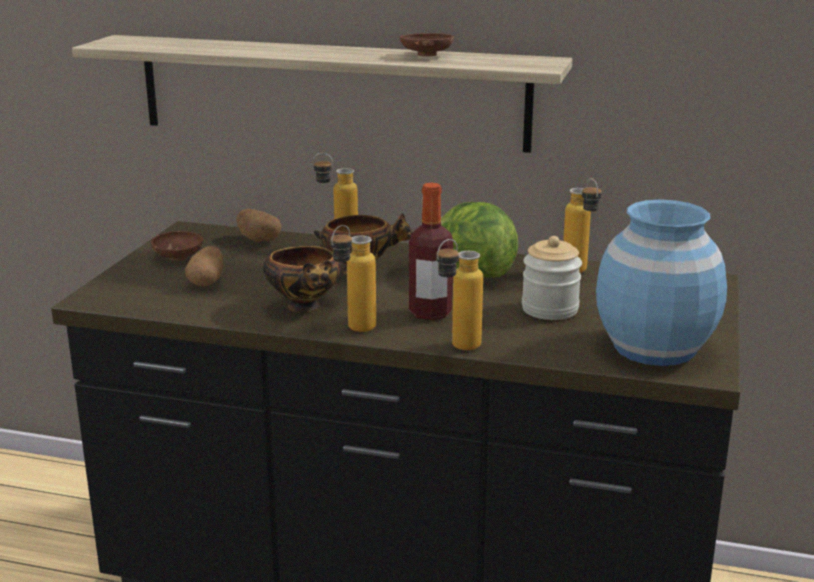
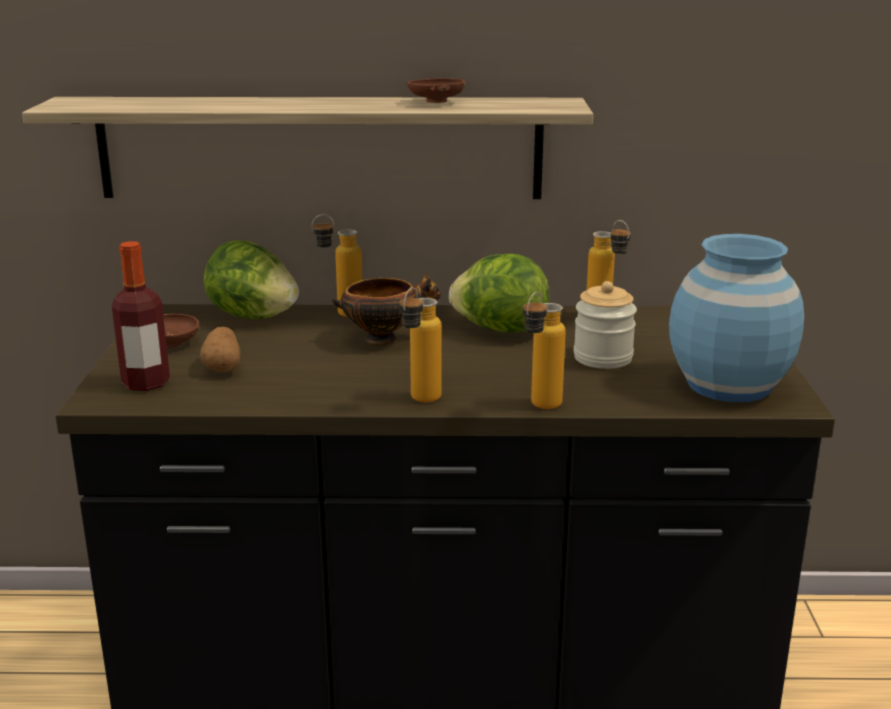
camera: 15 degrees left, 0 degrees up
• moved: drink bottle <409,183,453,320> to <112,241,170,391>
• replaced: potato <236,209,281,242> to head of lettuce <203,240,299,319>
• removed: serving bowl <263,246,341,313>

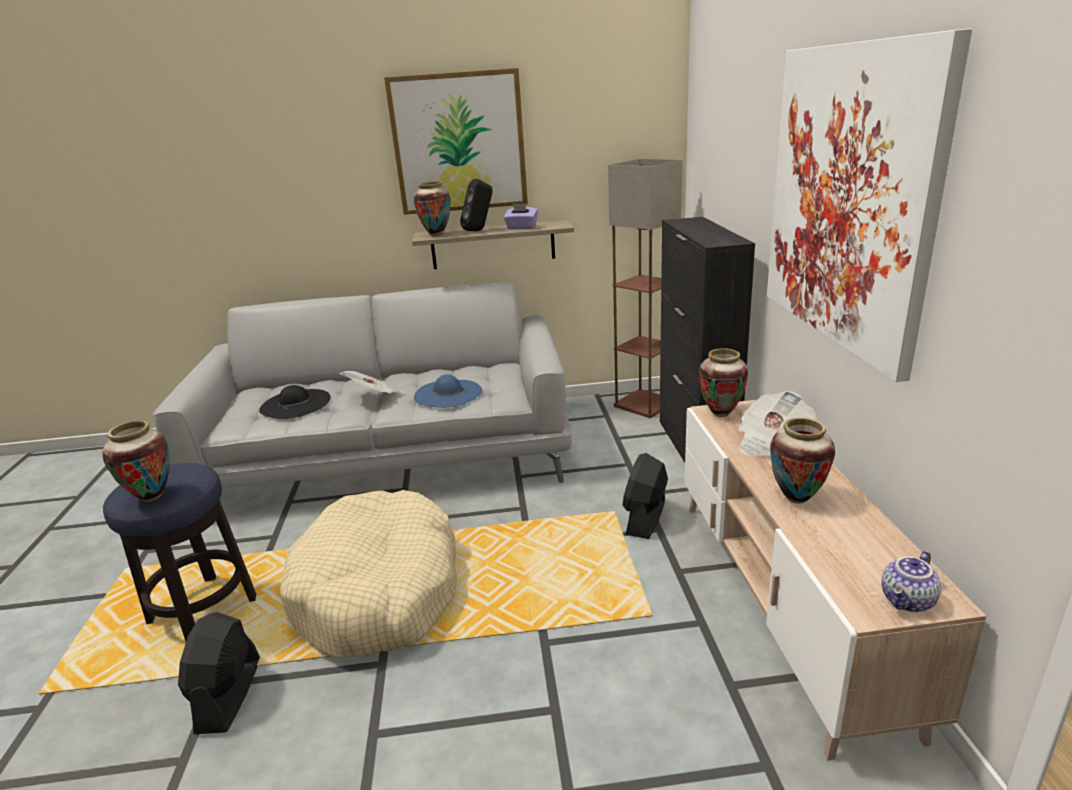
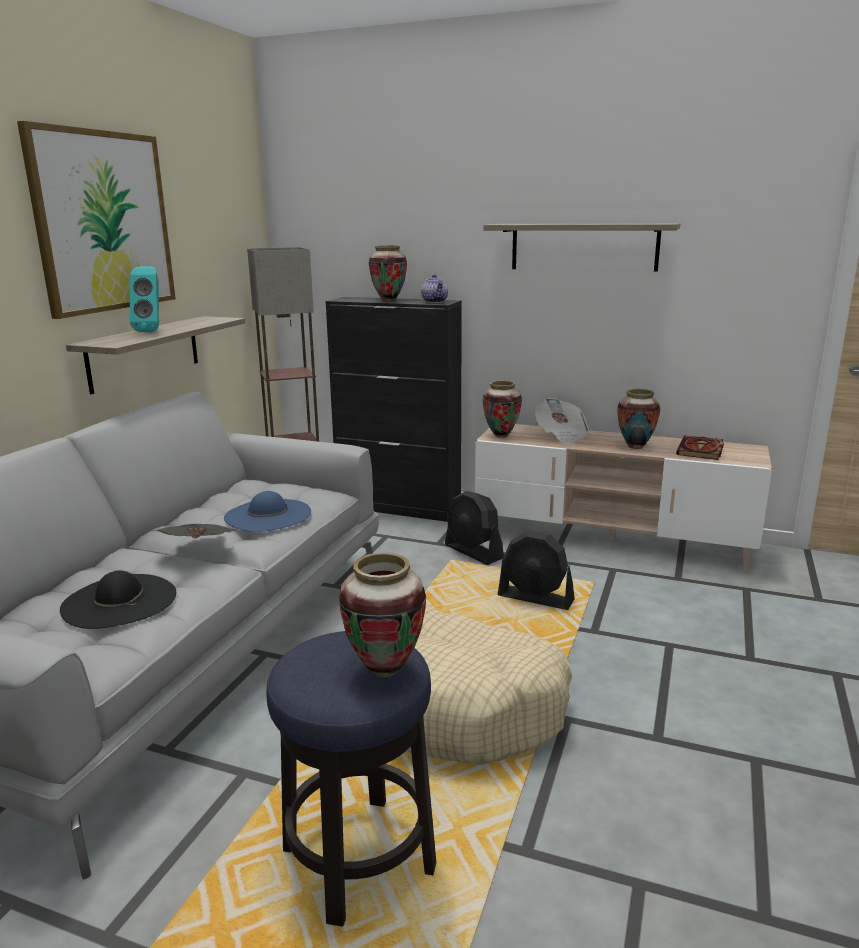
camera: 65 degrees left, 5 degrees down
• replaced: picture <767,29,972,382> to shelf <484,223,680,272>
• recoloured: black loudspeaker <460,179,493,231> to turquoise-coloured loudspeaker <130,266,159,333>
• moved: flower vase <414,182,450,236> to <369,246,407,301>
• removed: purple tissue holder <504,203,538,229>
• moved: tea pot <881,551,941,612> to <421,274,448,303>
• moved: black cooling fan <178,612,260,734> to <498,532,575,610>
• added: bound book <676,435,724,460>

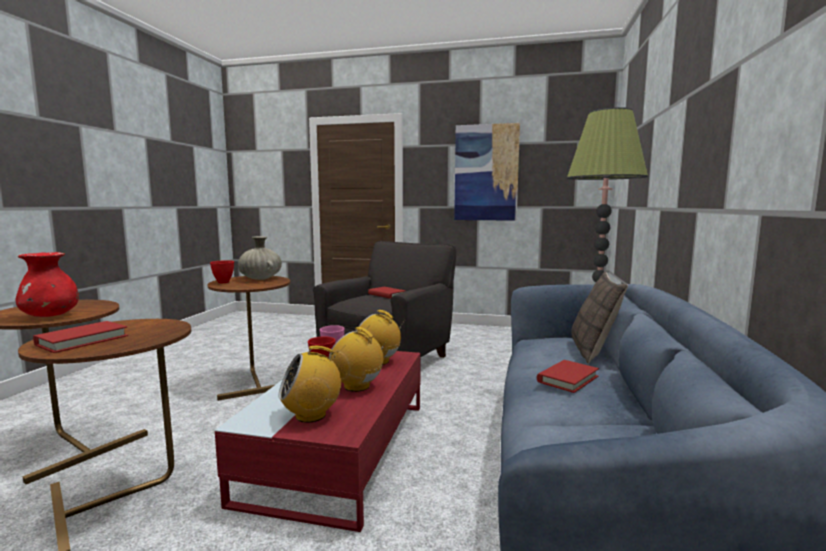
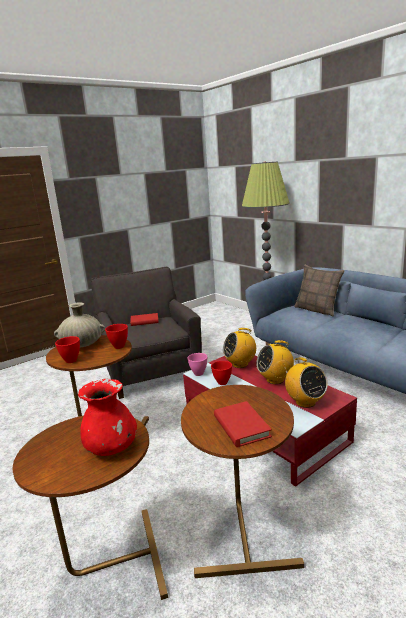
camera: 50 degrees left, 10 degrees up
• removed: picture <454,123,520,221>
• turned: radio receiver <279,346,341,423> = <285,357,328,408> 45 degrees counterclockwise
• removed: red bound book <537,360,599,393>
• added: red serving bowl <105,324,128,349>

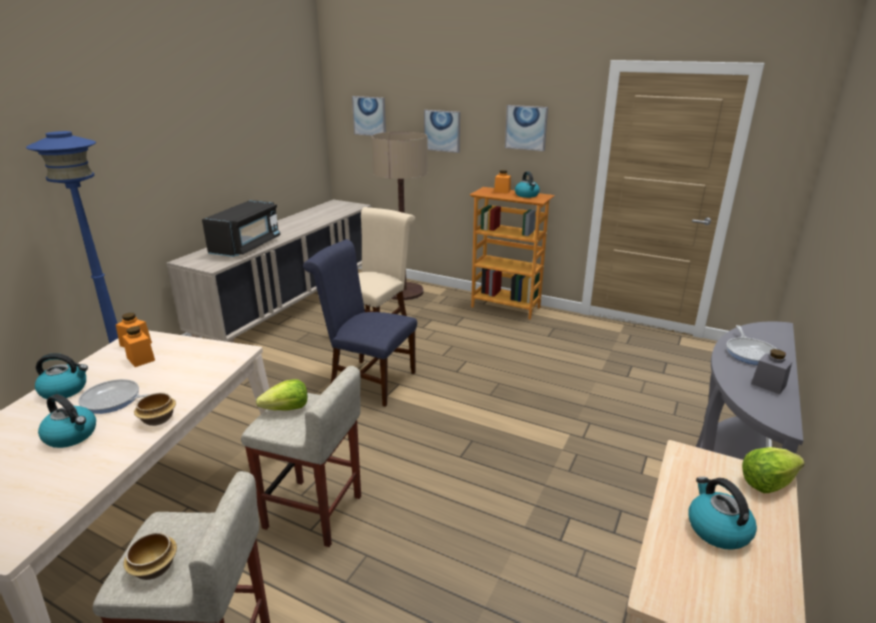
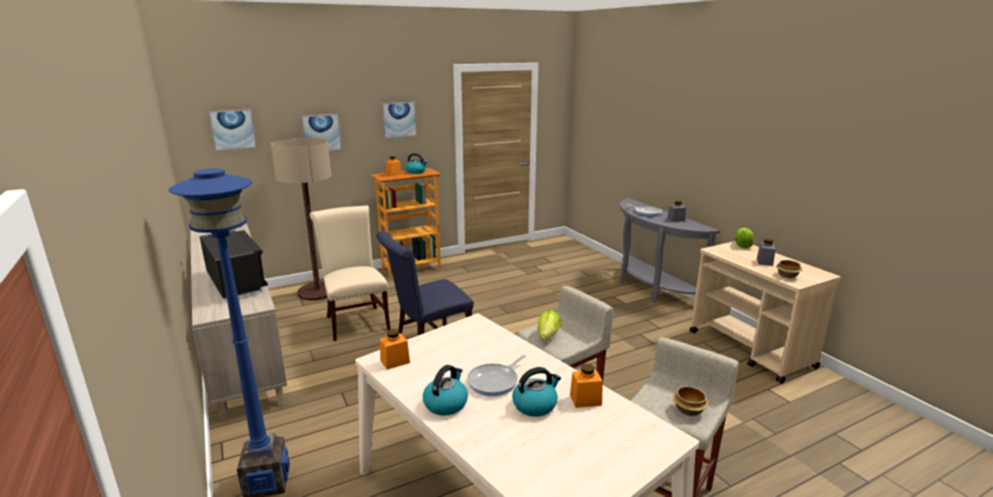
camera: 55 degrees left, 5 degrees down
• moved: orange-coloured preserve jar <122,326,155,367> to <570,364,603,408>
• moved: serving bowl <134,393,176,426> to <776,260,802,279>
• replaced: water kettle <689,477,757,550> to grey preserve jar <757,239,775,266>

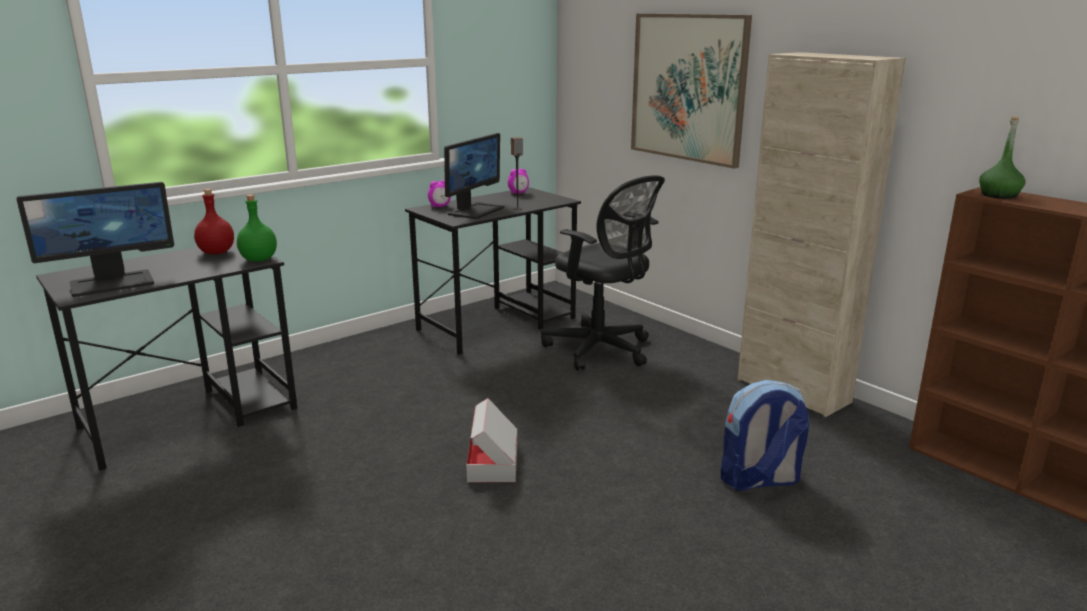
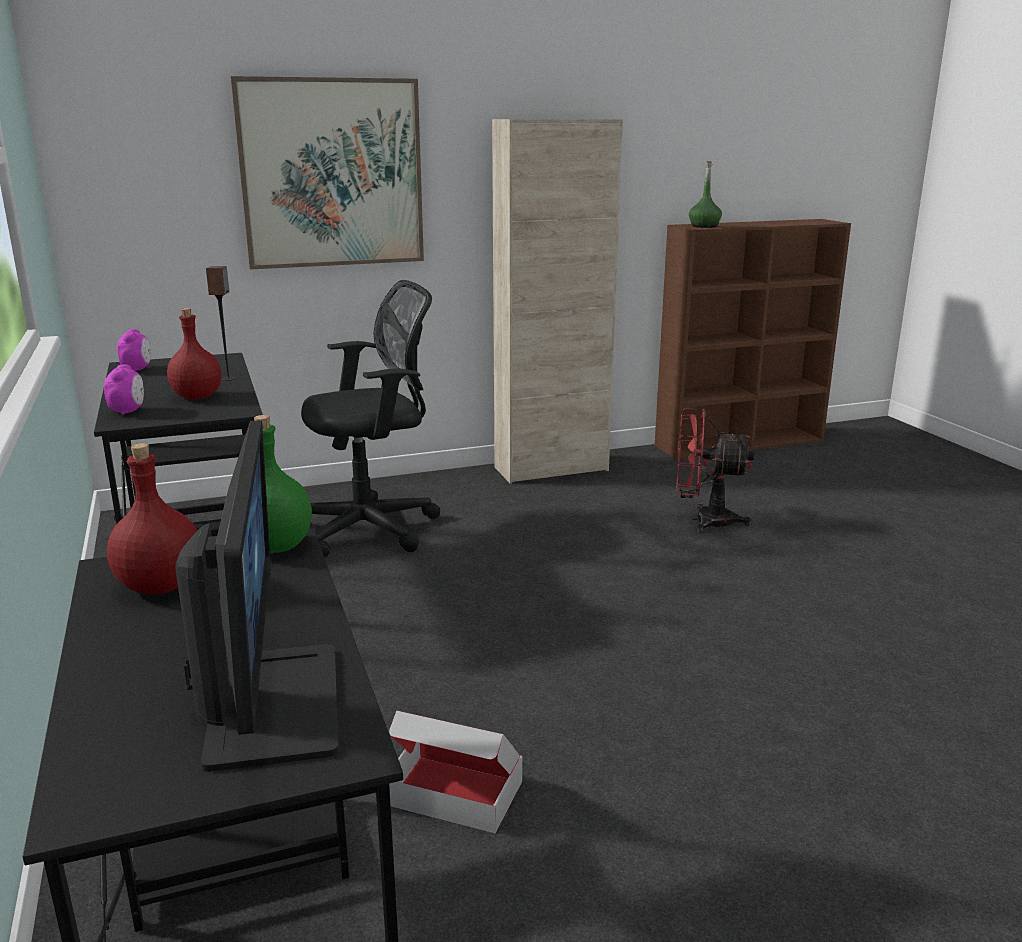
camera: 70 degrees left, 0 degrees up
• replaced: monitor <444,133,505,219> to red drink bottle <167,308,221,399>
• replaced: backpack <721,380,809,491> to red cooling fan <676,408,754,533>
• moved: cardboard box <466,398,517,482> to <389,710,522,834>

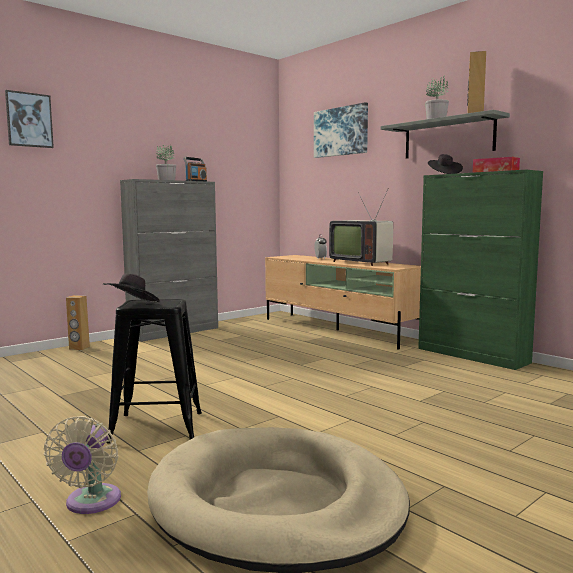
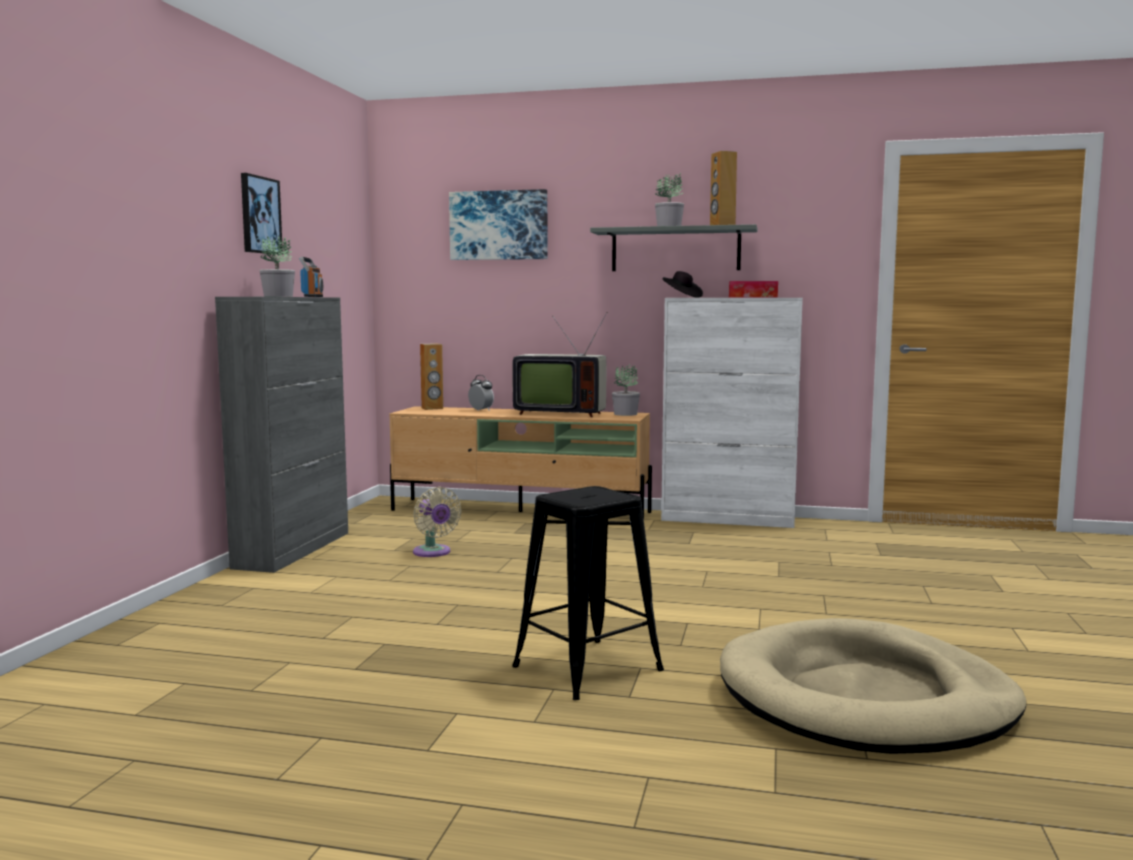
camera: 35 degrees left, 0 degrees up
• moved: picture <5,90,54,148> to <241,173,283,255>
• recoloured: green storage cabinet <418,170,543,370> to whitish storage cabinet <661,298,803,528>
• removed: black clothing hat <103,273,160,303>
• moved: brown loudspeaker <66,295,90,350> to <420,344,443,410>
• moved: beige cooling fan <44,416,121,514> to <413,487,462,557>
• added: potted plant <612,364,640,416>

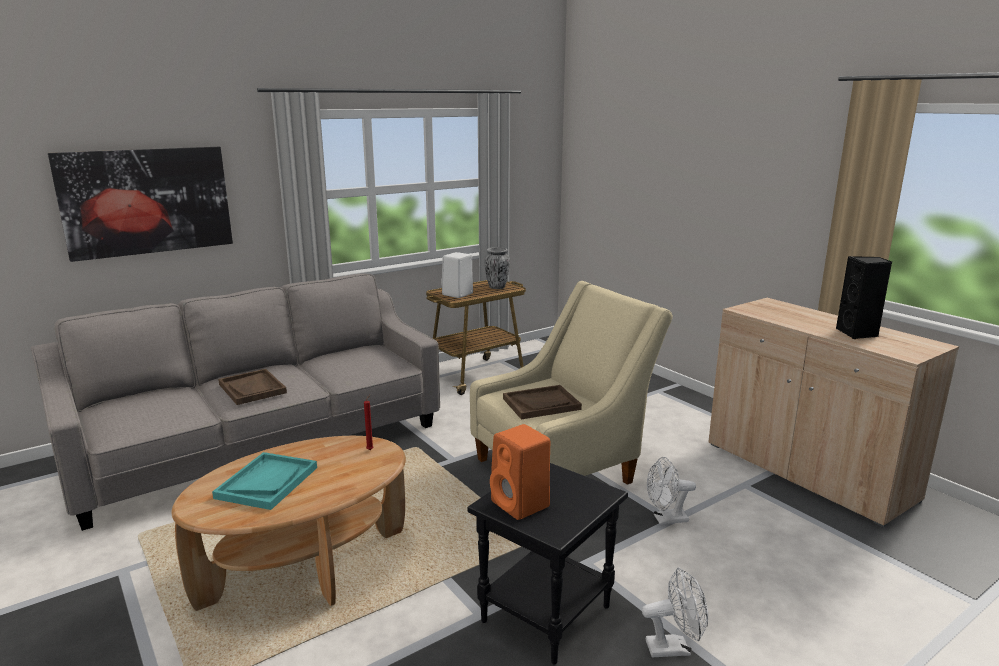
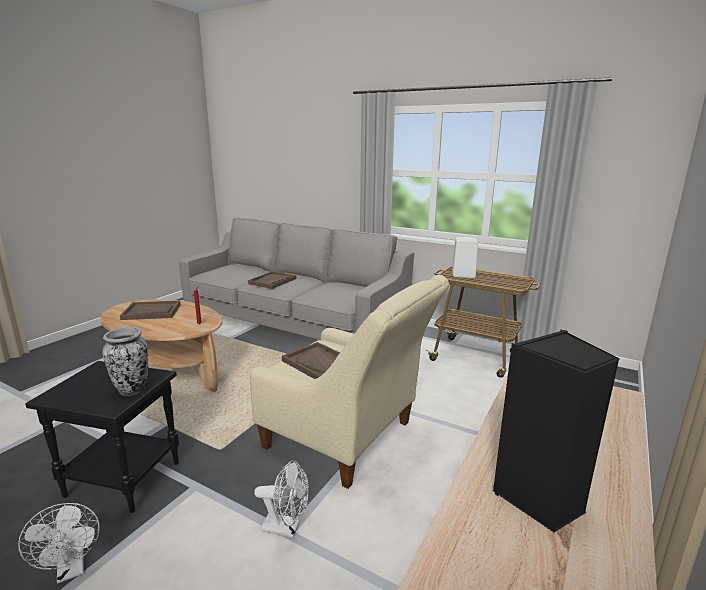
camera: 65 degrees right, 0 degrees up
• removed: picture <48,147,233,262>
• moved: flower vase <484,247,510,289> to <102,327,148,396>
• removed: orange-coloured loudspeaker <490,424,550,520>
• recoloured: turquoise-coloured tray <212,452,317,510> to brown tray <120,301,181,320>
• turned: whitish cooling fan <647,457,696,525> = <254,460,309,538> 135 degrees clockwise

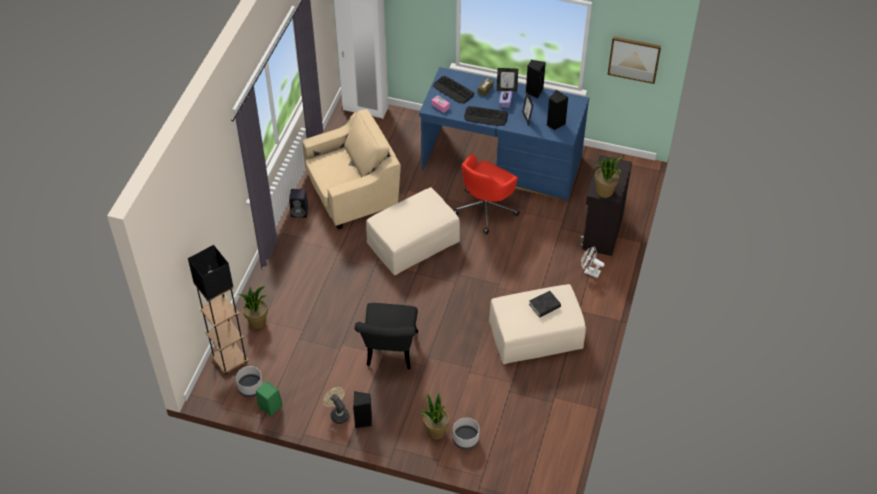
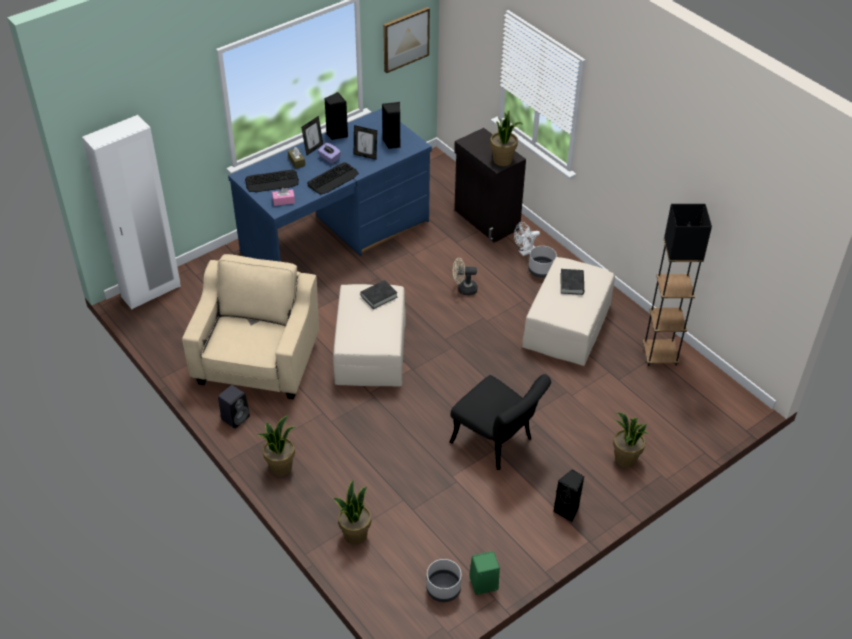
camera: 55 degrees left, 5 degrees down
• removed: red computer chair <454,154,520,234>
• moved: black floor lamp <188,245,248,375> to <643,204,712,366>
• moved: beige cooling fan <323,387,349,424> to <453,258,478,295>
• moved: grey planter <453,418,480,450> to <528,246,557,278>
• added: black bound book <360,280,397,309>
• added: potted plant <257,415,296,476>

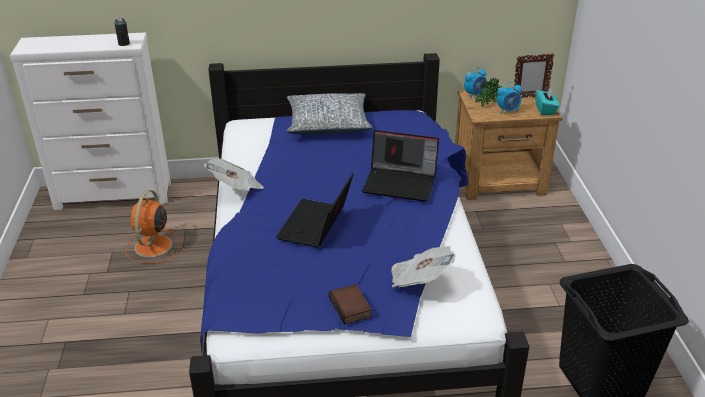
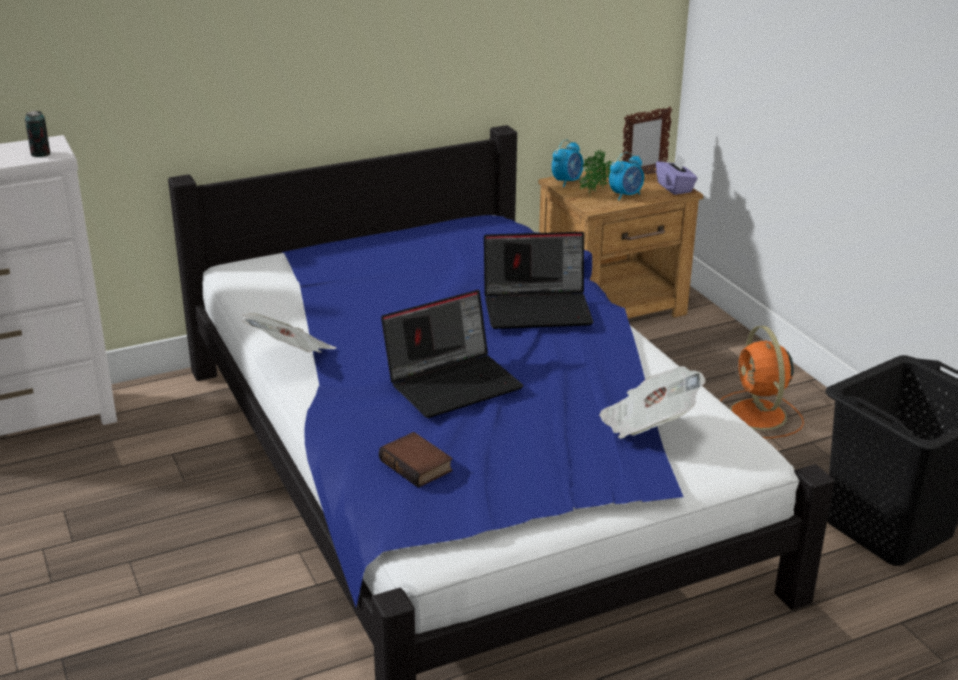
camera: 20 degrees left, 5 degrees down
• recoloured: turquoise-coloured tissue holder <535,88,559,115> to purple tissue holder <656,154,698,195>
• removed: pillow <286,93,373,135>
• turned: portable computer <276,173,354,247> = <381,290,523,418> 120 degrees counterclockwise
• moved: orange-coloured cooling fan <126,190,179,263> to <720,326,804,438>
• moved: bound book <329,284,372,325> to <379,432,452,488>

